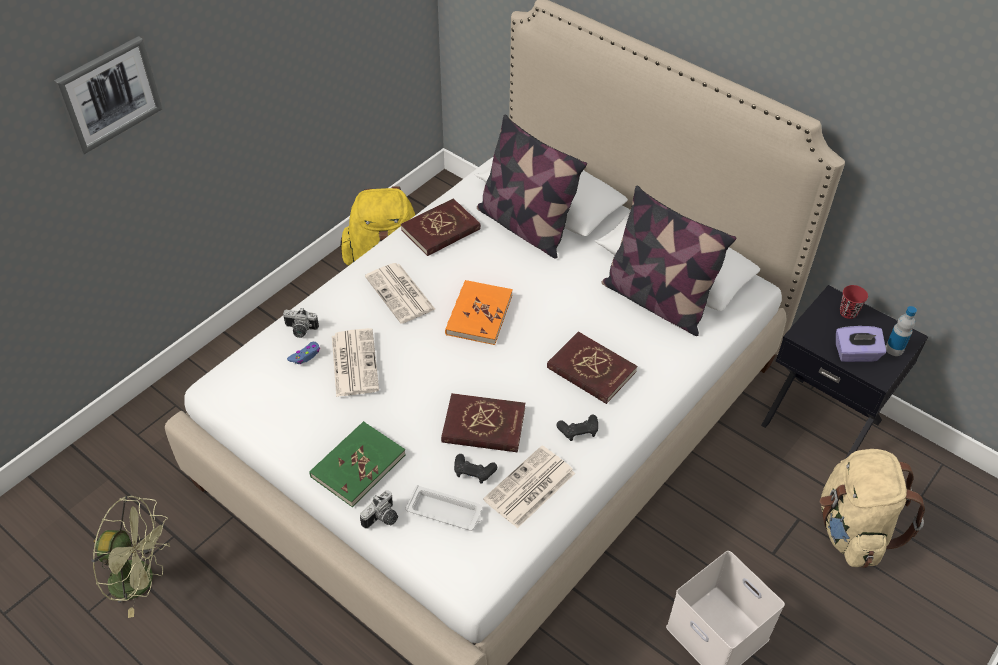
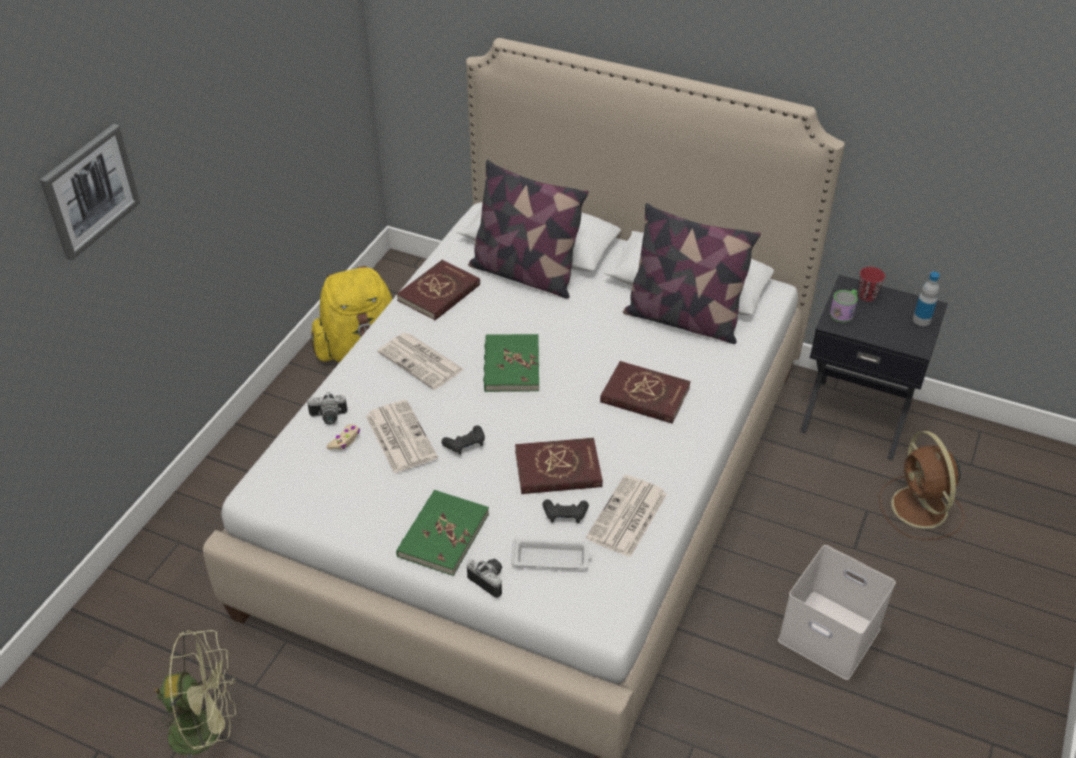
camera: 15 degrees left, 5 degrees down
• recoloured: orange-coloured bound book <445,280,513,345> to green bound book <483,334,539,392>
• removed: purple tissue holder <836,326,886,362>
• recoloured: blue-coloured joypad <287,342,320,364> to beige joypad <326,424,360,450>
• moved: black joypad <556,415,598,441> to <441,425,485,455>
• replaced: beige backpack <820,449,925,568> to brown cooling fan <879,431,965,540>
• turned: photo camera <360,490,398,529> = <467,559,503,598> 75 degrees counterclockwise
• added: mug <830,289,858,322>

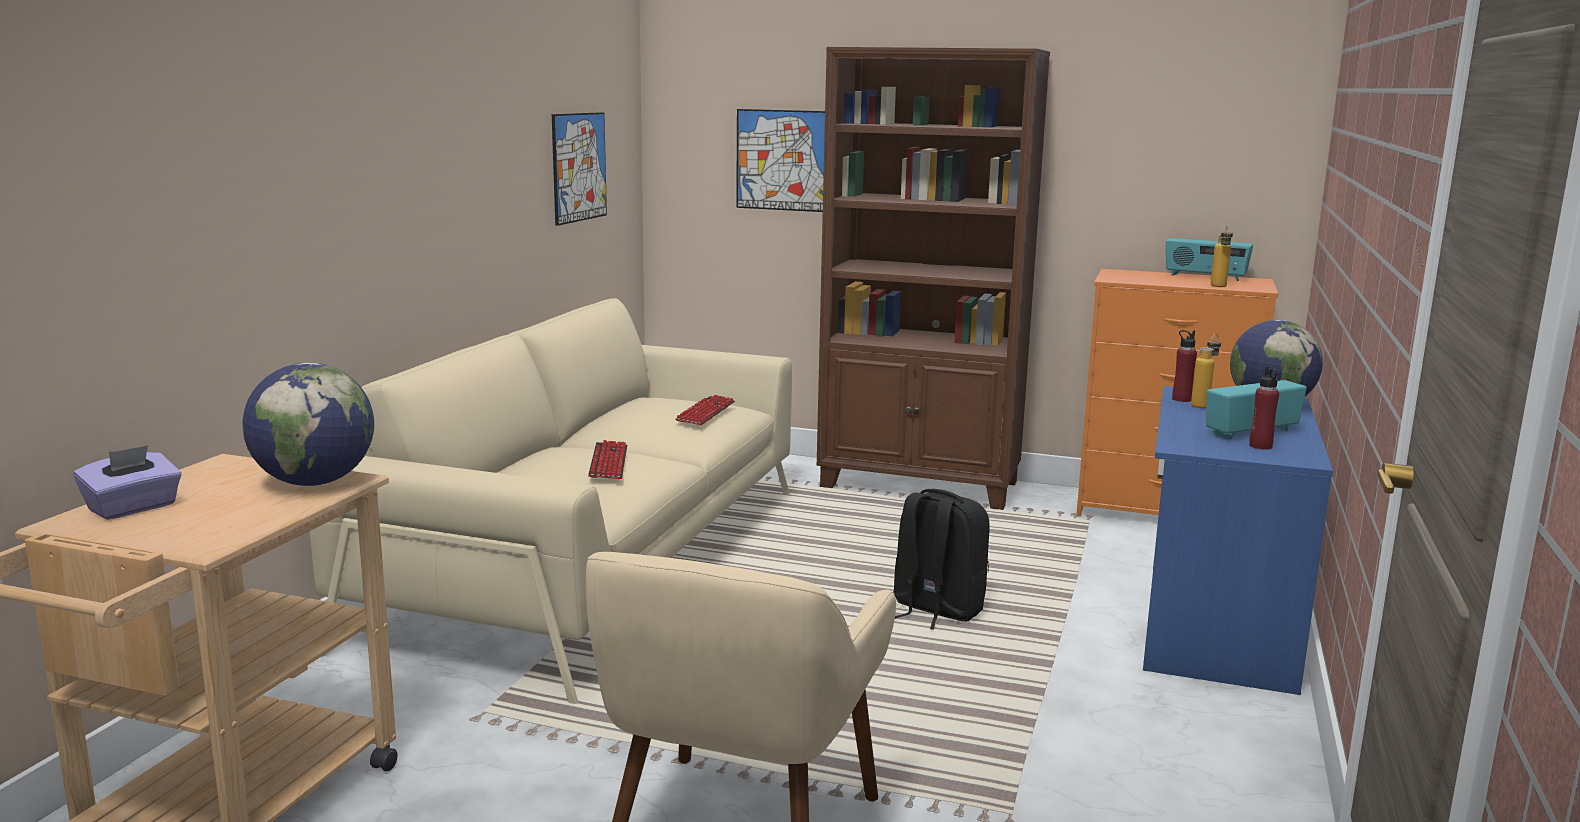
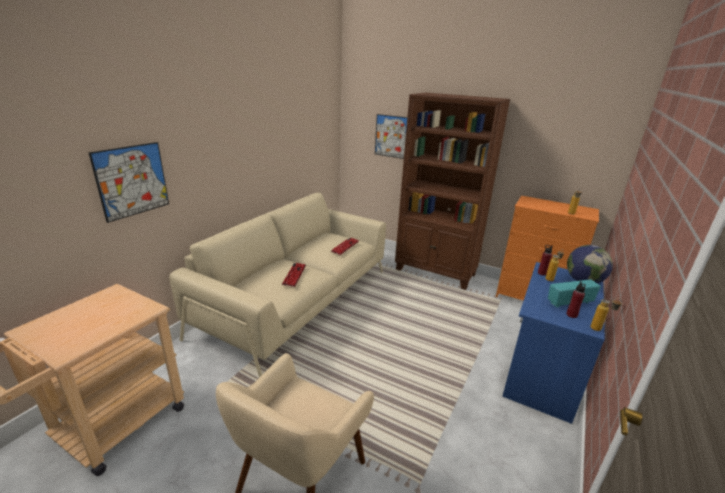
camera: 10 degrees right, 10 degrees up
• moved: picture <552,112,607,226> to <89,142,169,223>
• removed: radio receiver <1166,238,1253,281>
• removed: desk globe <243,363,374,486>
• removed: purple tissue holder <74,445,182,520>
• removed: black backpack <893,489,989,630>
• added: drink bottle <591,298,623,331>

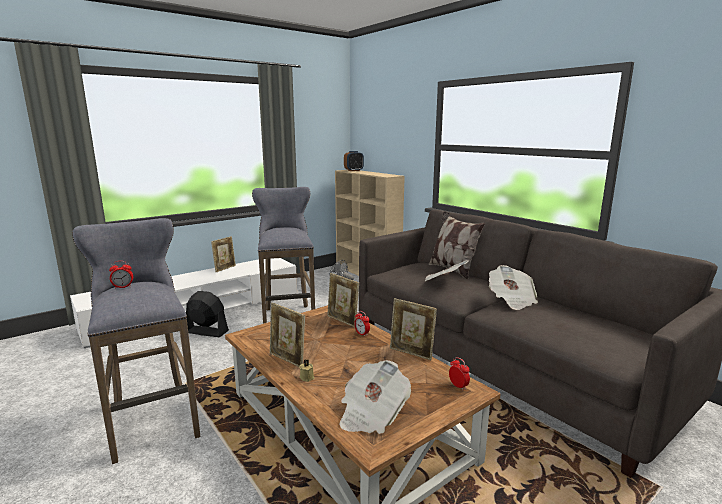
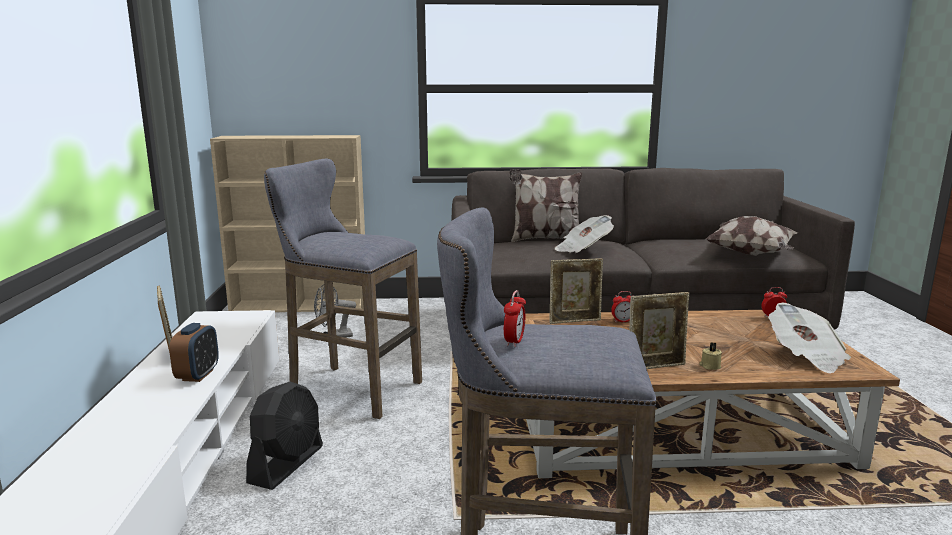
camera: 55 degrees left, 0 degrees up
• moved: table clock <344,151,364,171> to <169,323,219,382>
• removed: printed paper <489,265,538,310>
• turned: black cooling fan <186,291,229,337> = <246,382,323,490> 150 degrees clockwise
• removed: standing frame <390,298,437,360>
• added: pillow <706,216,797,256>

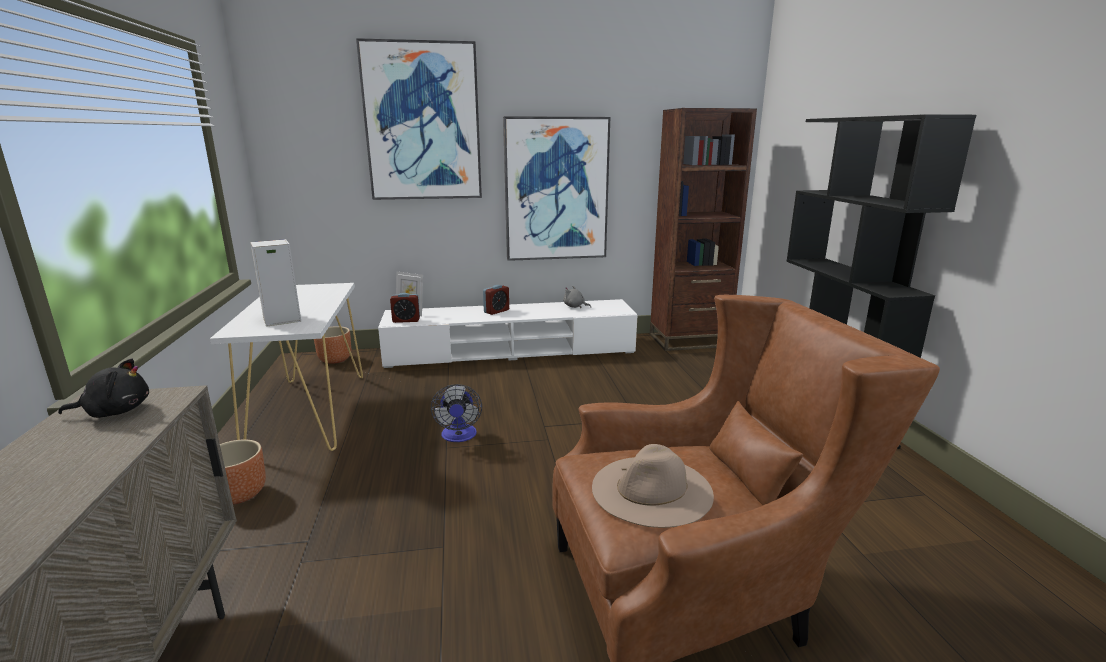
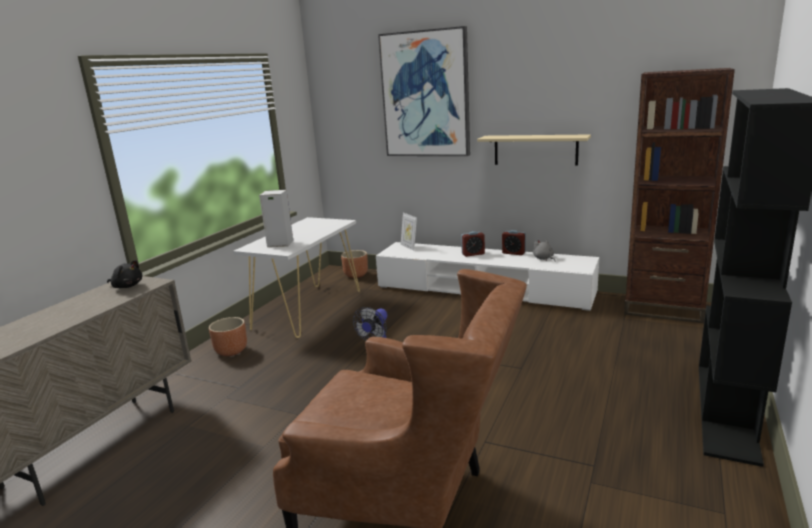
camera: 35 degrees right, 0 degrees up
• replaced: picture <503,116,610,261> to beige shelf <477,134,591,166>
• moved: table clock <390,293,420,323> to <502,230,526,255>
• removed: beige clothing hat <592,444,714,528>

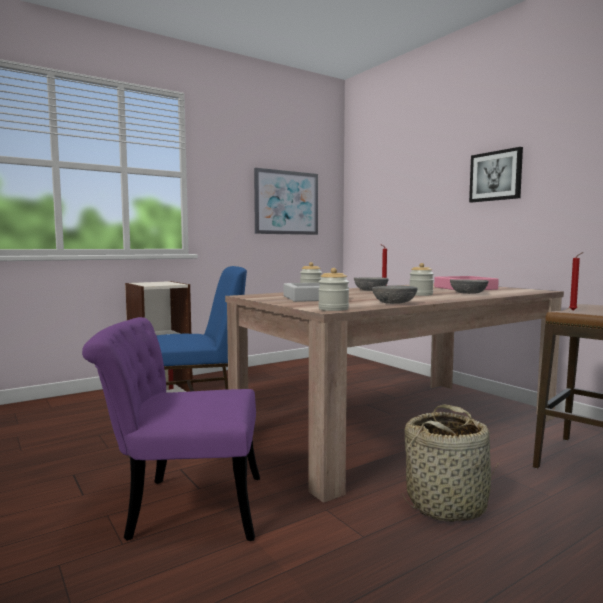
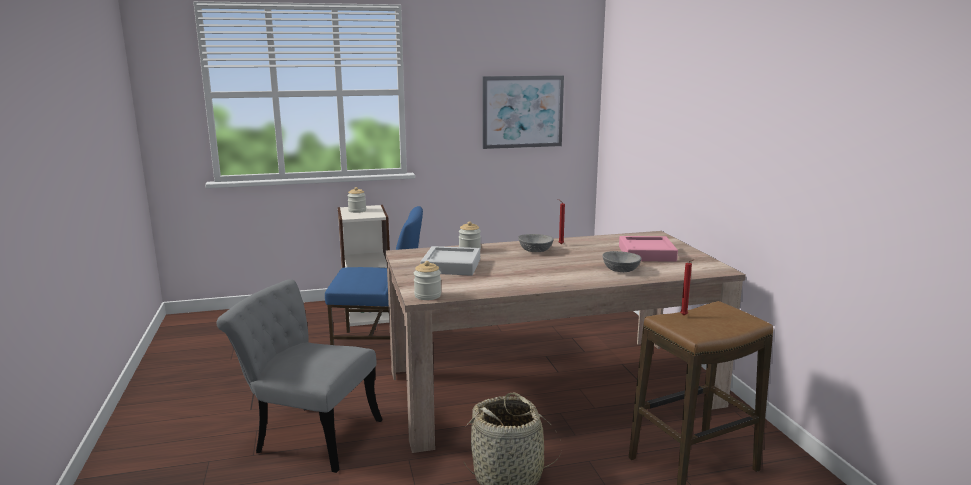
camera: 20 degrees right, 10 degrees up
• removed: picture <469,147,523,202>
• moved: preserve jar <409,263,434,296> to <347,187,366,213>
• removed: grey serving bowl <372,285,418,304>
• recoloured: purple upright chair <82,317,260,541> to grey upright chair <217,279,383,473>

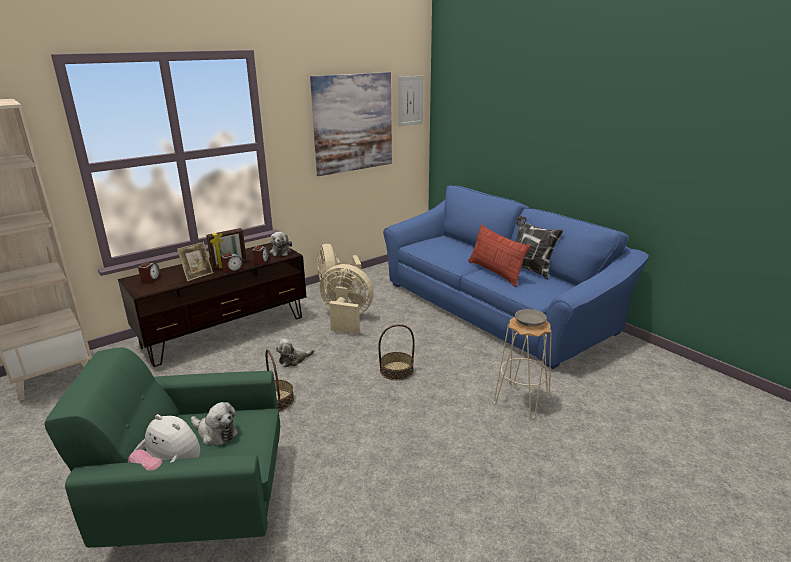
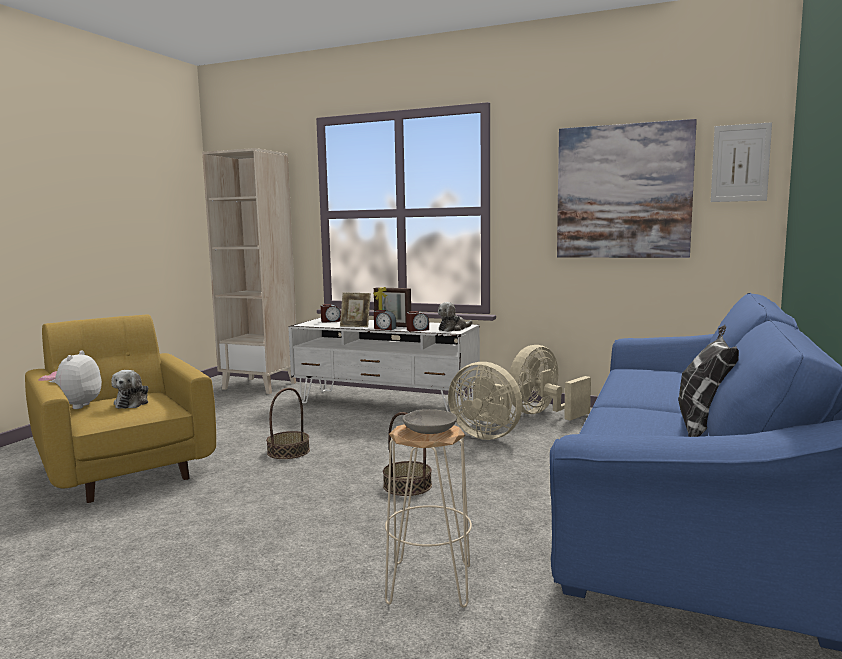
camera: 60 degrees right, 15 degrees down
• removed: pillow <468,225,531,287>
• recoloured: brown media console <118,243,306,367> to whitish media console <288,318,480,412>
• turned: beige cooling fan <320,264,373,334> = <448,362,523,440> 135 degrees clockwise
• removed: soft toy <276,339,314,367>
• recoloured: green easy chair <44,347,280,548> to yellow-coloured easy chair <25,314,216,503>

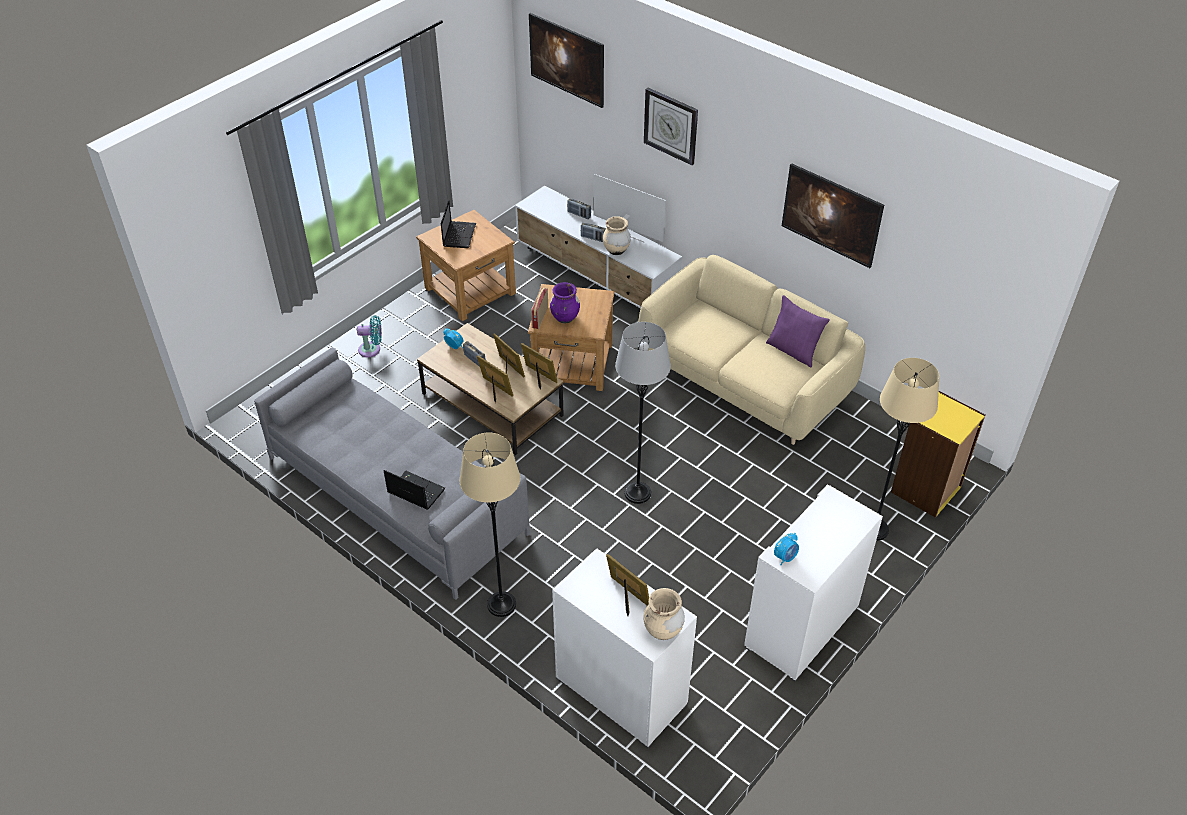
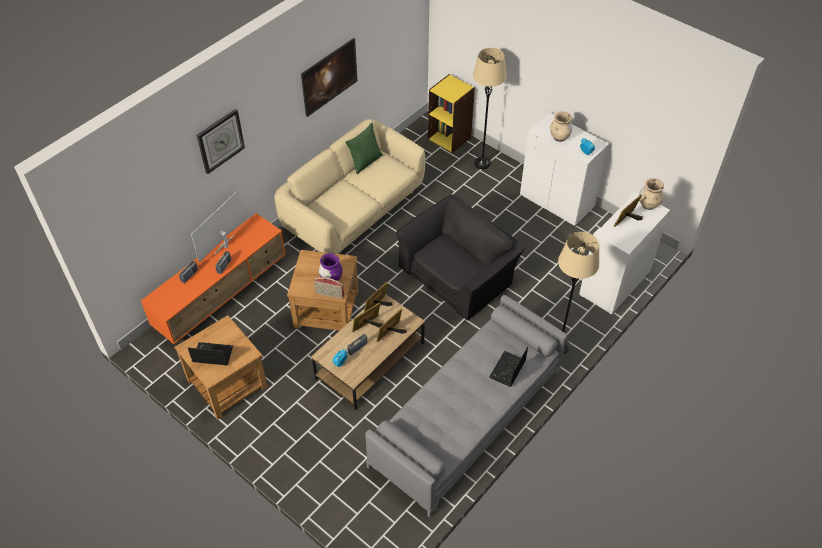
camera: 90 degrees left, 5 degrees up
• removed: picture <529,13,604,108>
• recoloured: whitish media console <515,186,682,308> to orange-coloured media console <141,213,286,344>
• moved: beige flower vase <603,216,631,255> to <550,111,572,142>
• recoloured: purple pillow <766,295,830,368> to green pillow <345,123,383,174>
• removed: turquoise-coloured cooling fan <357,315,382,357>
• replaced: grey floor lamp <615,322,671,504> to black easy chair <396,194,525,321>

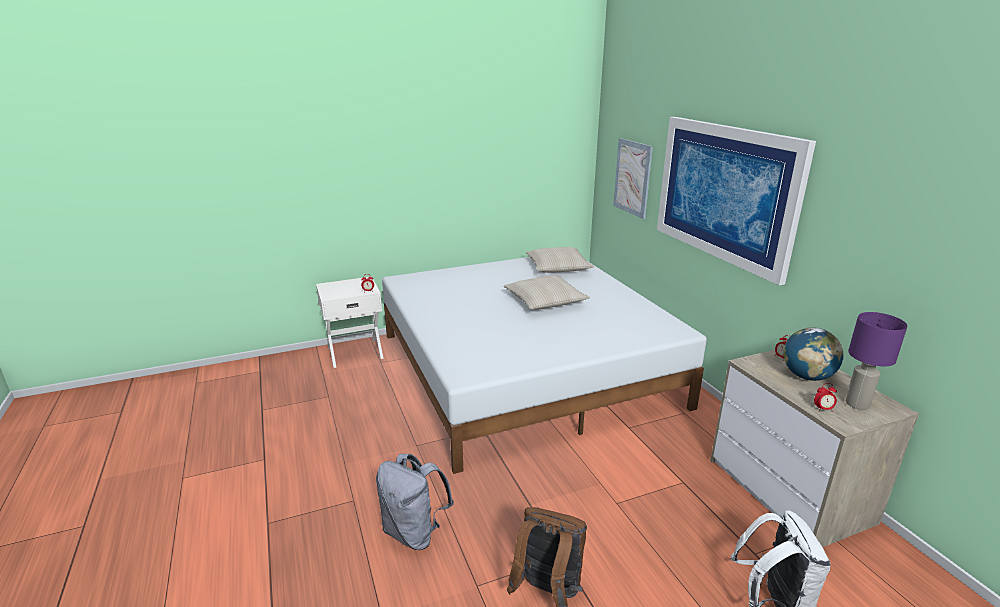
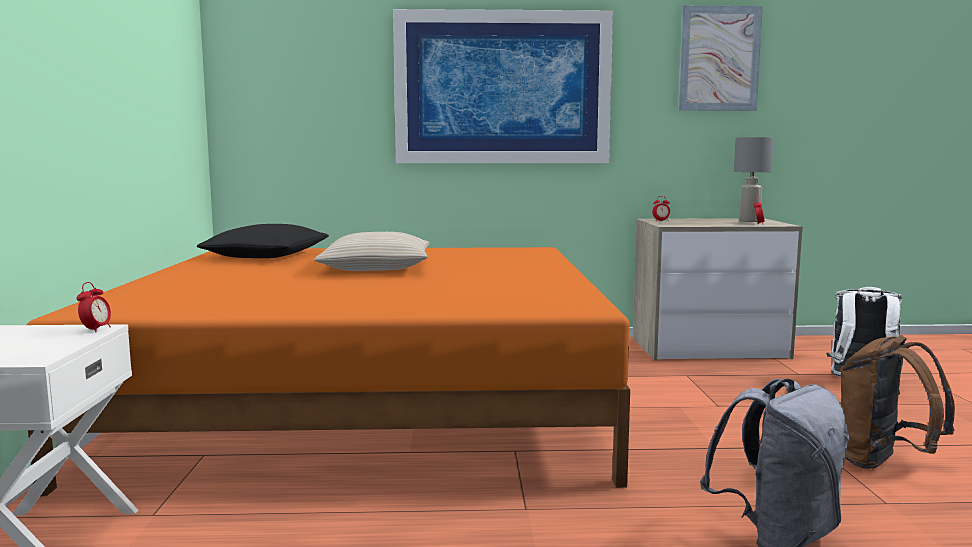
camera: 70 degrees left, 15 degrees down
• moved: picture <613,138,653,219> to <678,6,763,111>
• recoloured: beige pillow <526,247,594,273> to black pillow <197,224,329,258>
• recoloured: whitish bedroom bed <382,257,707,474> to orange-coloured bedroom bed <26,247,630,496>
• recoloured: purple lamp for a table <845,312,907,410> to grey lamp for a table <734,137,774,222>
• removed: desk globe <783,327,844,381>

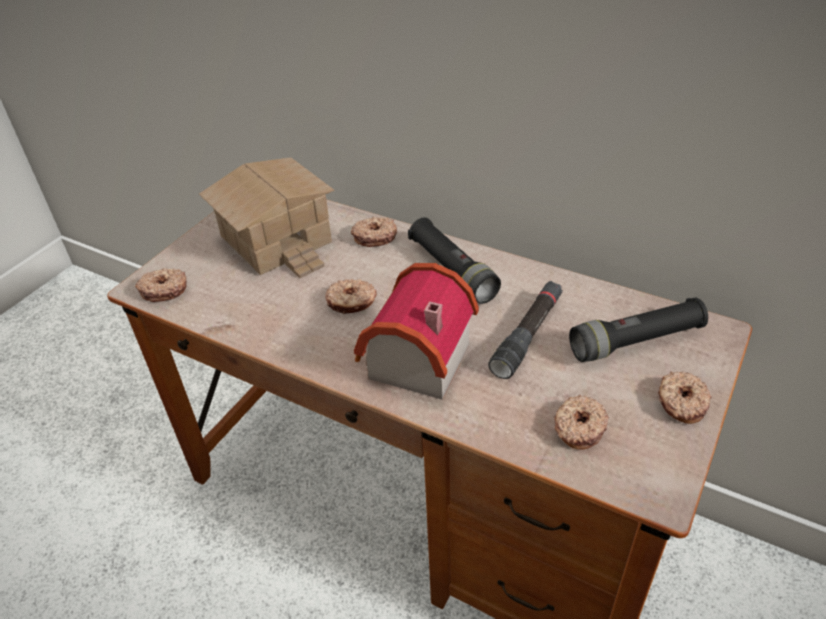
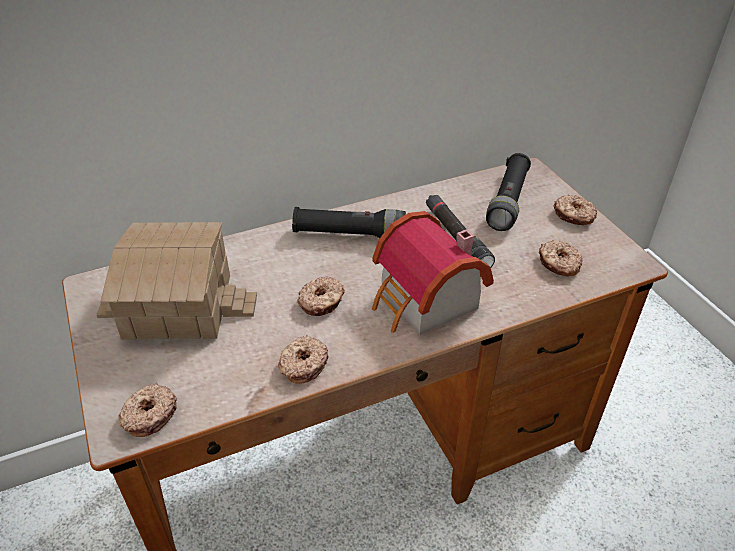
camera: 55 degrees left, 0 degrees up
• moved: ring doughnut <351,216,397,247> to <278,335,329,384>

